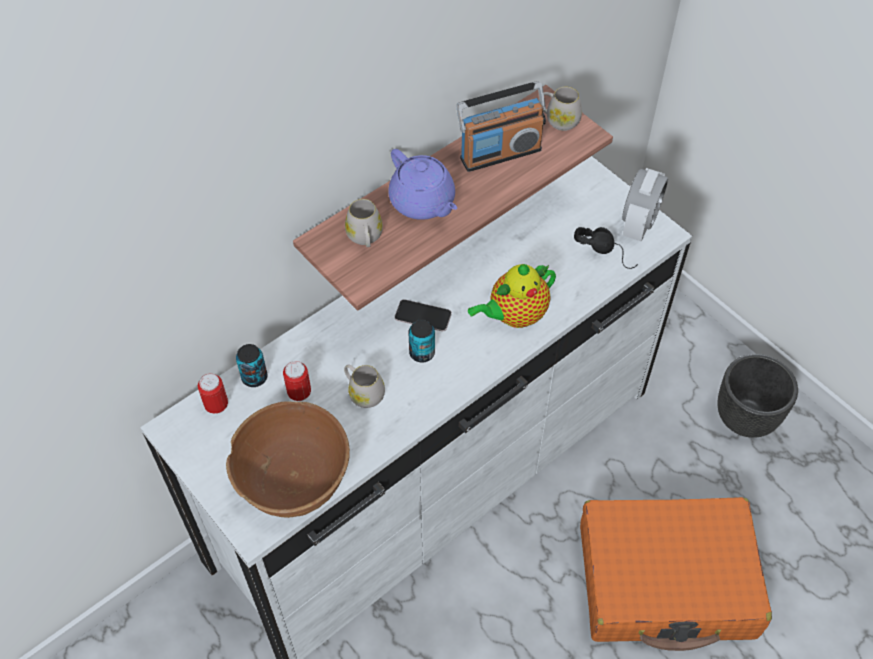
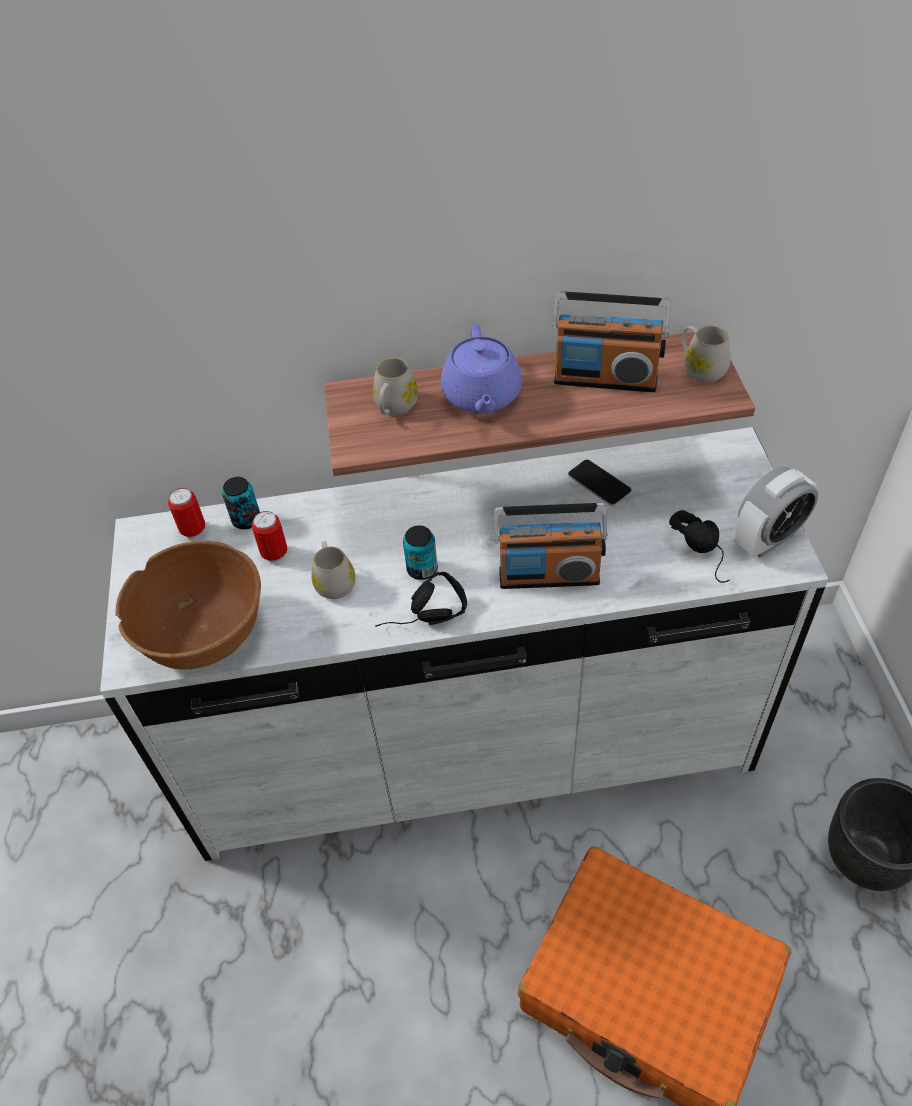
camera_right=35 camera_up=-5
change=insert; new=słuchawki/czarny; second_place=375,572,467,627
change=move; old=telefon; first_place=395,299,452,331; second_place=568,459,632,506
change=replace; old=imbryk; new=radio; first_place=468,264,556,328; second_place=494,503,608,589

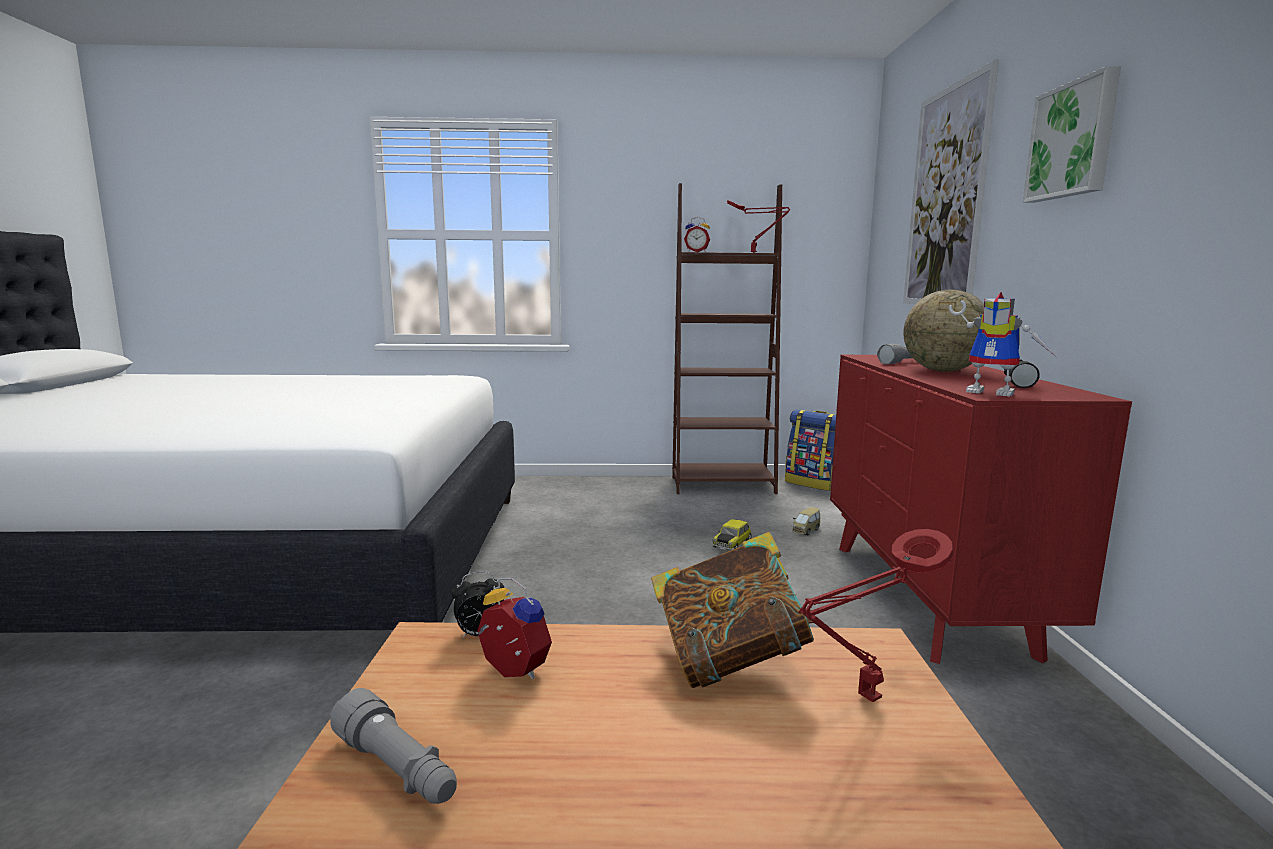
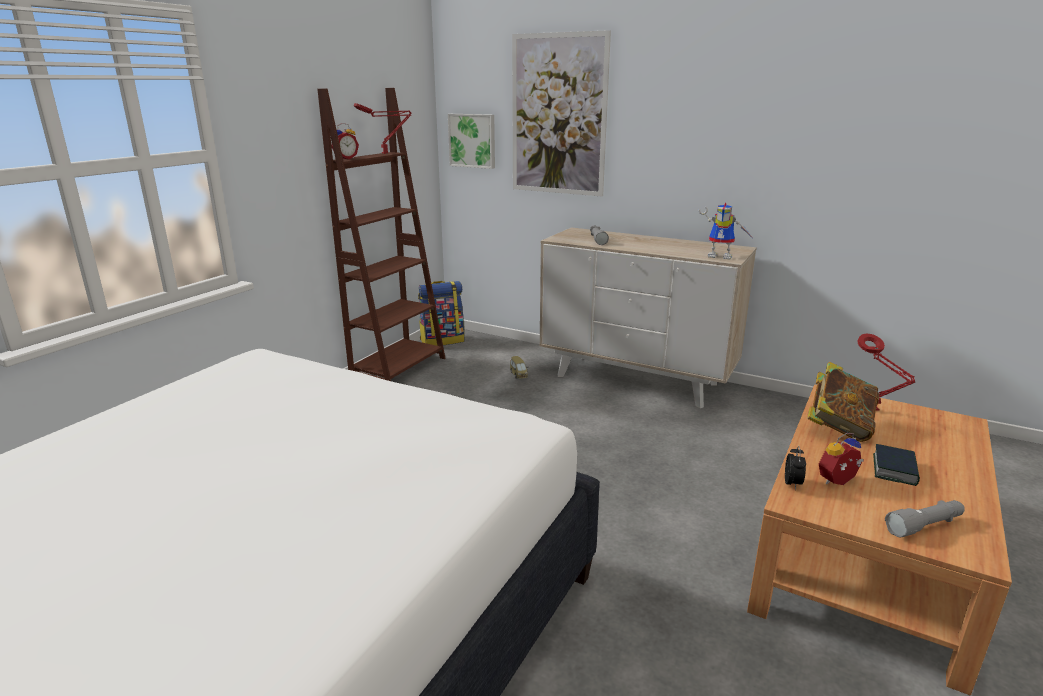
camera_right=-60 camera_up=10
change=delete; old=samochodzik; first_place=713,519,752,550
change=delete; old=globus; first_place=903,290,984,372
change=delete; old=latarka/czarny; first_place=1004,360,1040,388
change=insert; new=książka; second_place=873,444,920,486
change=move; old=obraz; first_place=1022,66,1121,203; second_place=448,114,495,169
change=recolor; old=komoda/czerwony; new=komoda/biały; first_place=830,355,1132,664; second_place=539,227,757,408
change=rotate; old=robot zabawkowy; first_place=949,292,1057,397; second_place=698,203,752,259; degrees=45

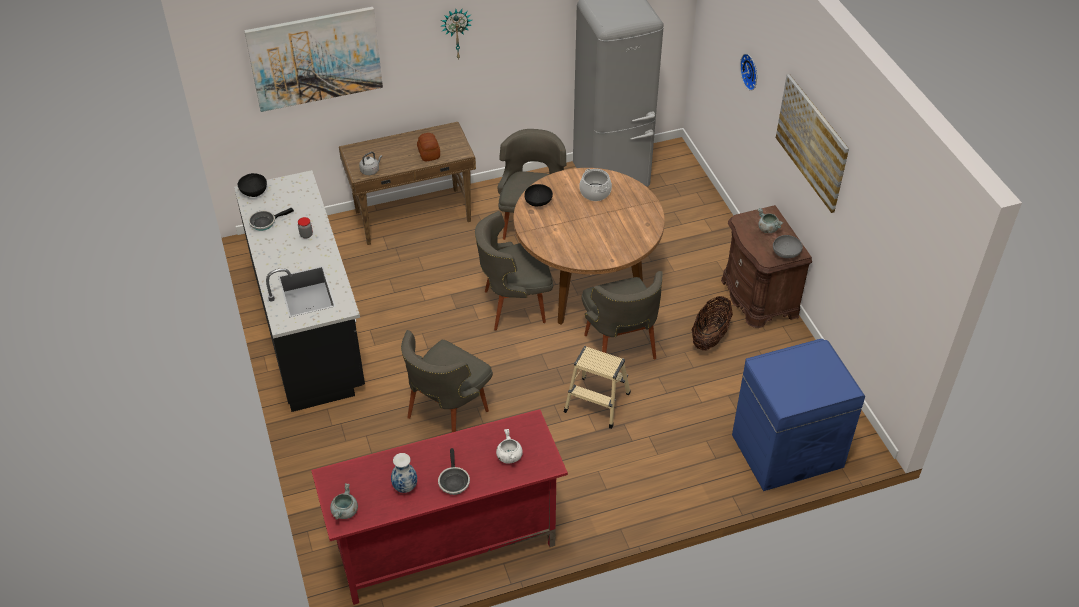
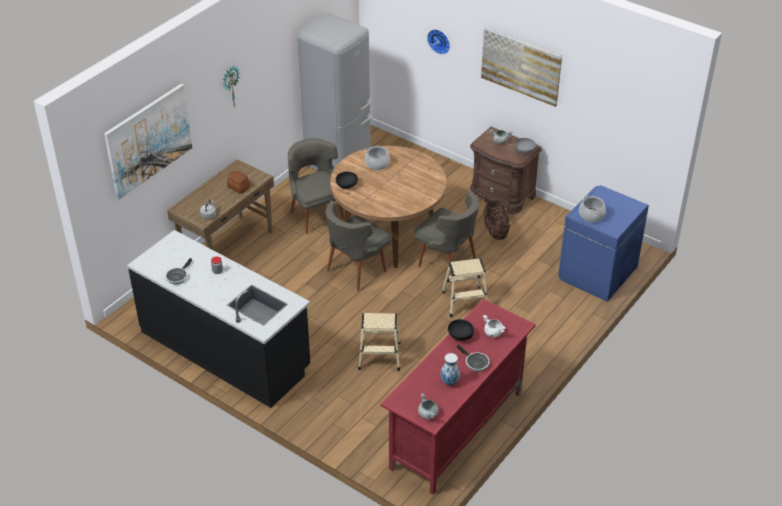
camera_right=-35 camera_up=-5
change=insert; new=garnek; second_place=579,196,606,222
change=move; old=miska/czarny; first_place=238,173,267,197; second_place=448,319,474,341
change=replace; old=krzesło/szary; new=drabinka/beżowy; first_place=401,330,493,432; second_place=358,313,401,371

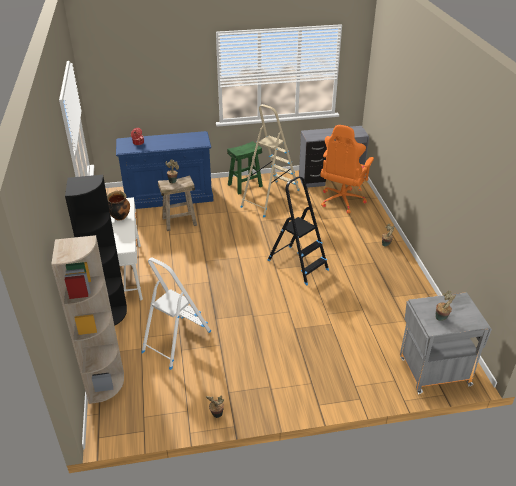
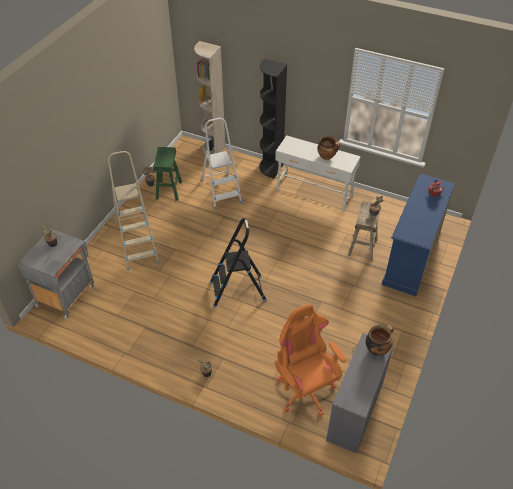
camera_right=125 camera_up=10
change=insert; new=garnek; second_place=366,325,394,356
change=move; old=stołek/zielony; first_place=227,141,263,195; second_place=153,147,182,200
change=move; old=drabinka/beżowy; first_place=240,104,299,217; second_place=108,151,159,270

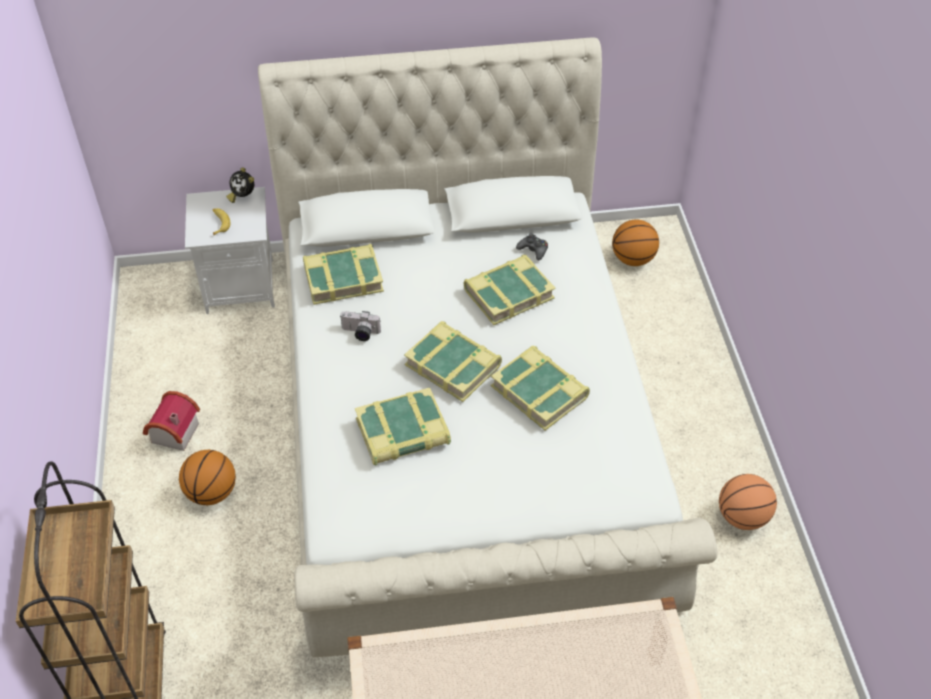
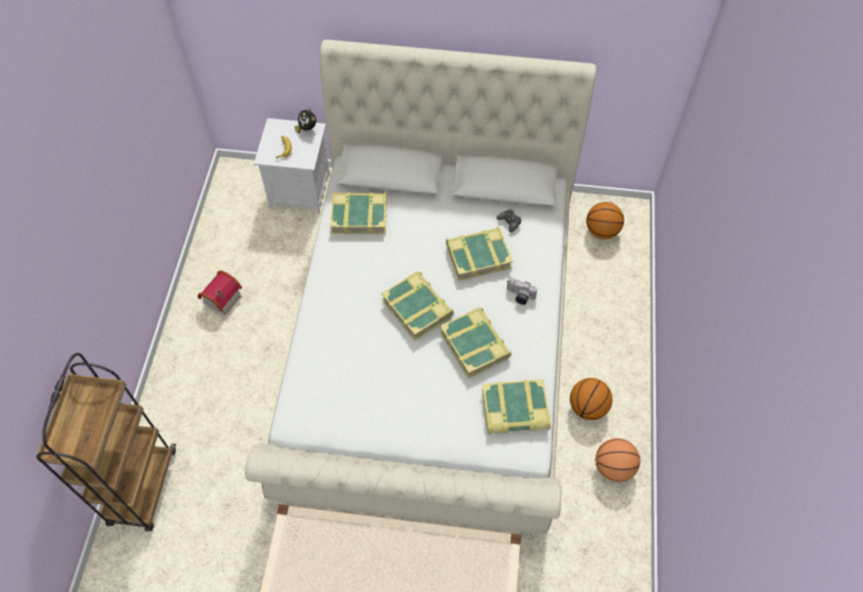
camera_right=15 camera_up=10
change=move; old=piłka do koszykówki; first_place=179,450,236,505; second_place=570,378,613,420
change=move; old=aparat fotograficzny; first_place=340,311,381,341; second_place=507,278,537,305
change=move; old=książka; first_place=355,388,451,465; second_place=482,379,551,435

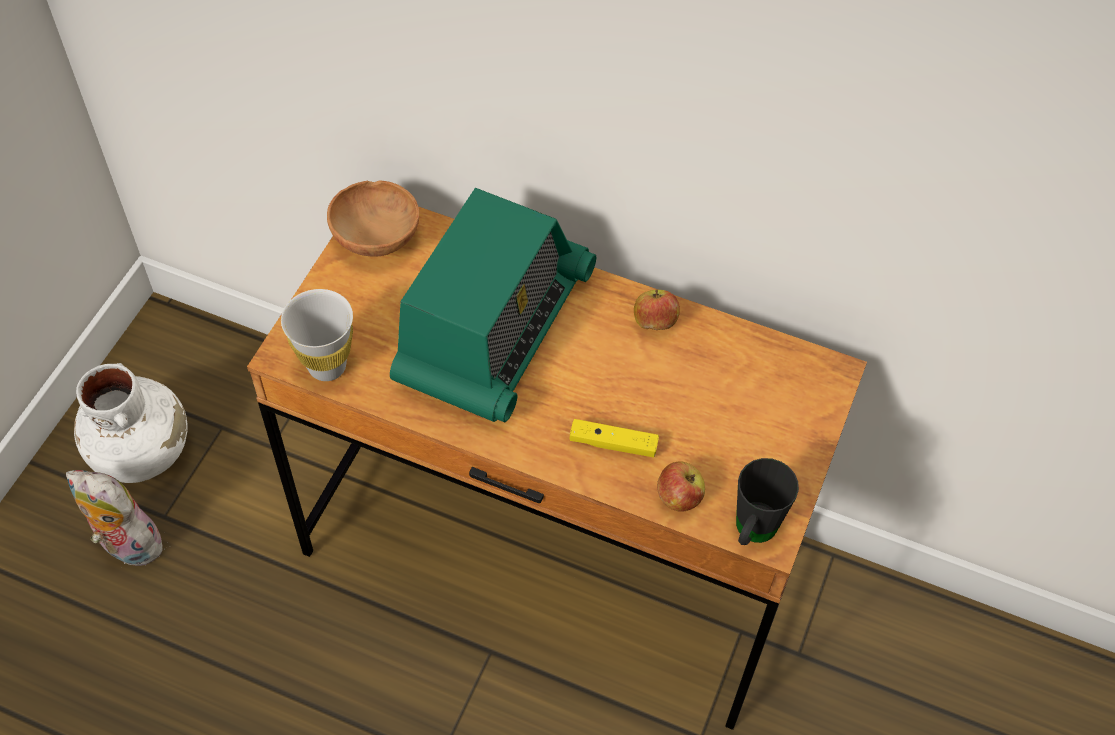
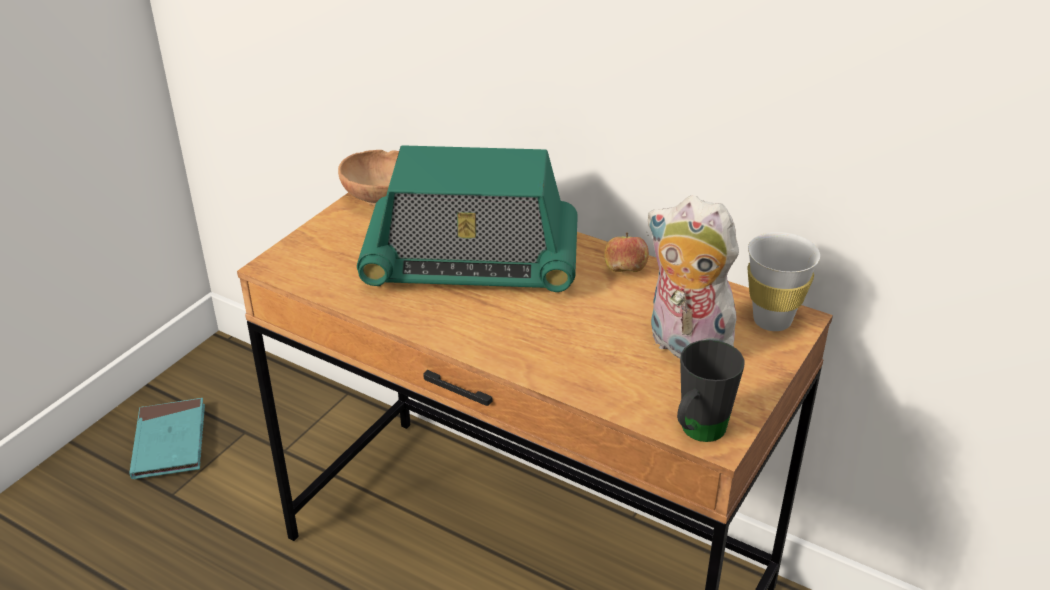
camera_right=10 camera_up=-20
change=delete; old=pad do gier/żółty; first_place=570,419,659,458
change=delete; old=jabłko; first_place=657,462,705,512
change=move; old=pluszak; first_place=66,470,171,568; second_place=647,195,742,360
change=move; old=filiżanka/biały; first_place=281,289,353,381; second_place=747,232,820,331
change=replace; old=wazon/biały; new=książka/turkusowy; first_place=74,363,188,483; second_place=130,398,205,479
change=rotate; old=radio; first_place=390,188,596,422; second_place=357,145,578,292; degrees=60

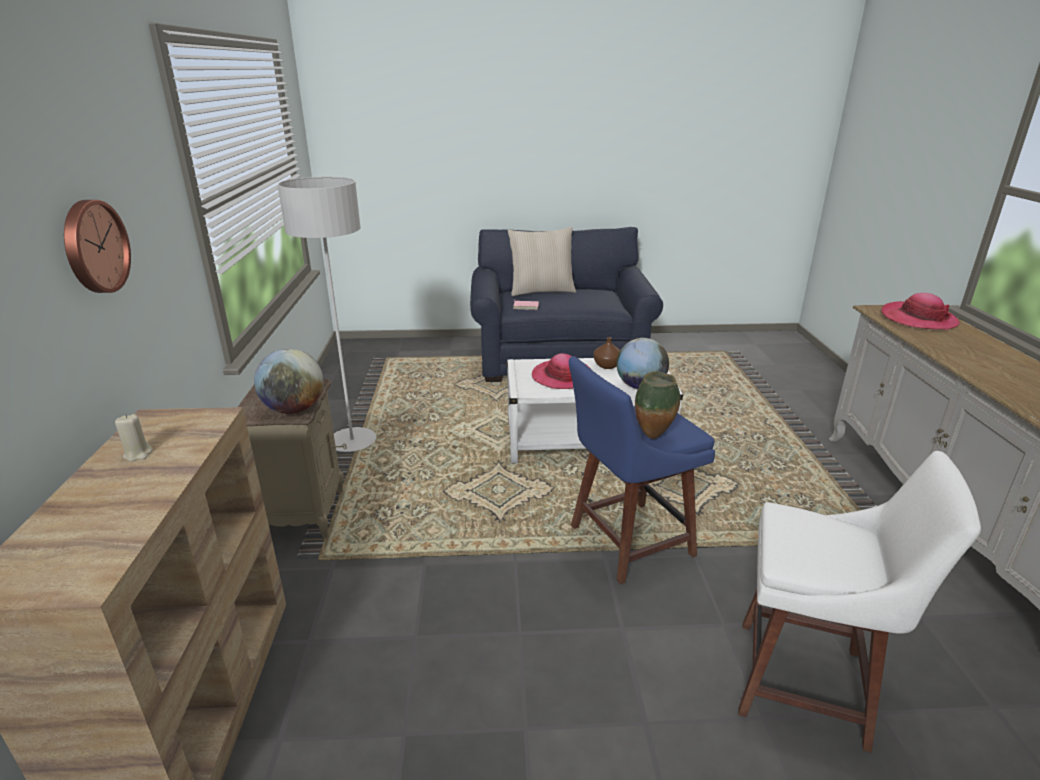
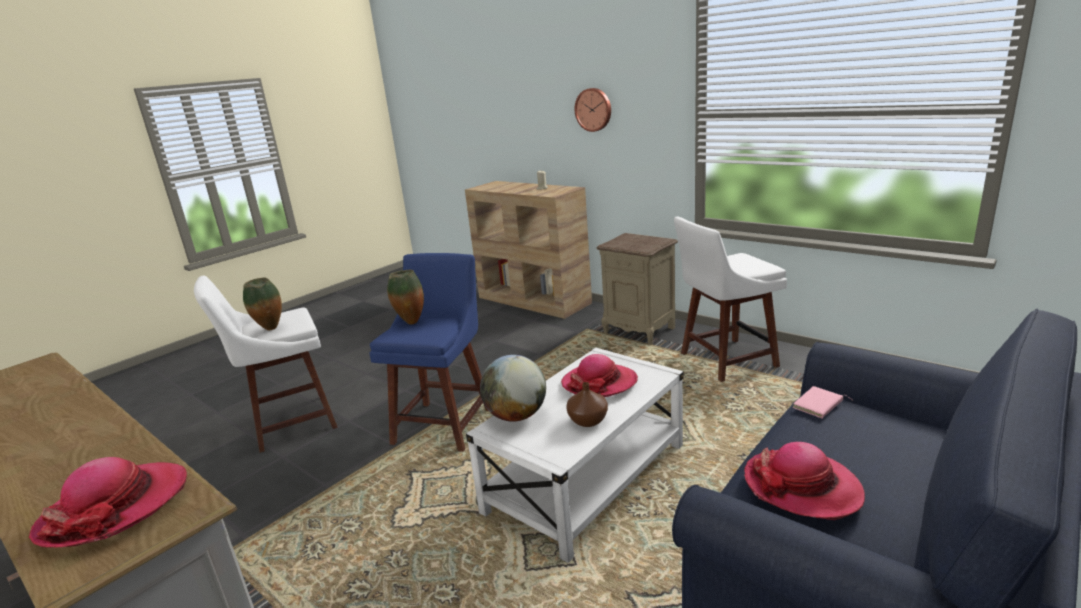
camera_right=135 camera_up=-5
change=delete; old=globus; first_place=254,349,324,414
change=delete; old=poduszka/beżowy; first_place=508,227,576,296
change=insert; new=wazon; second_place=243,278,282,330
change=insert; new=kapelusz; second_place=744,442,865,520
change=replace; old=lampa stojąca/szary; new=stołek/biały; first_place=277,177,376,452; second_place=674,217,787,382

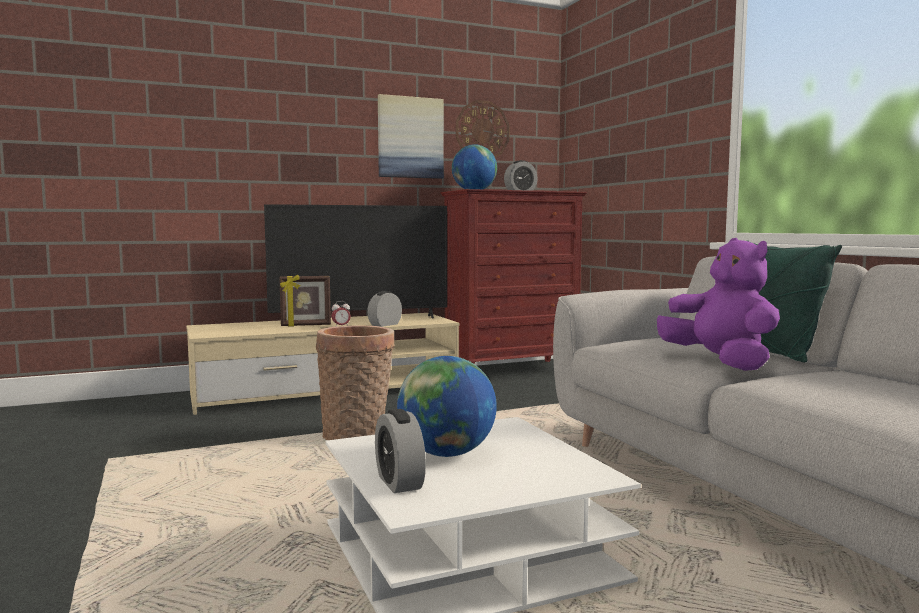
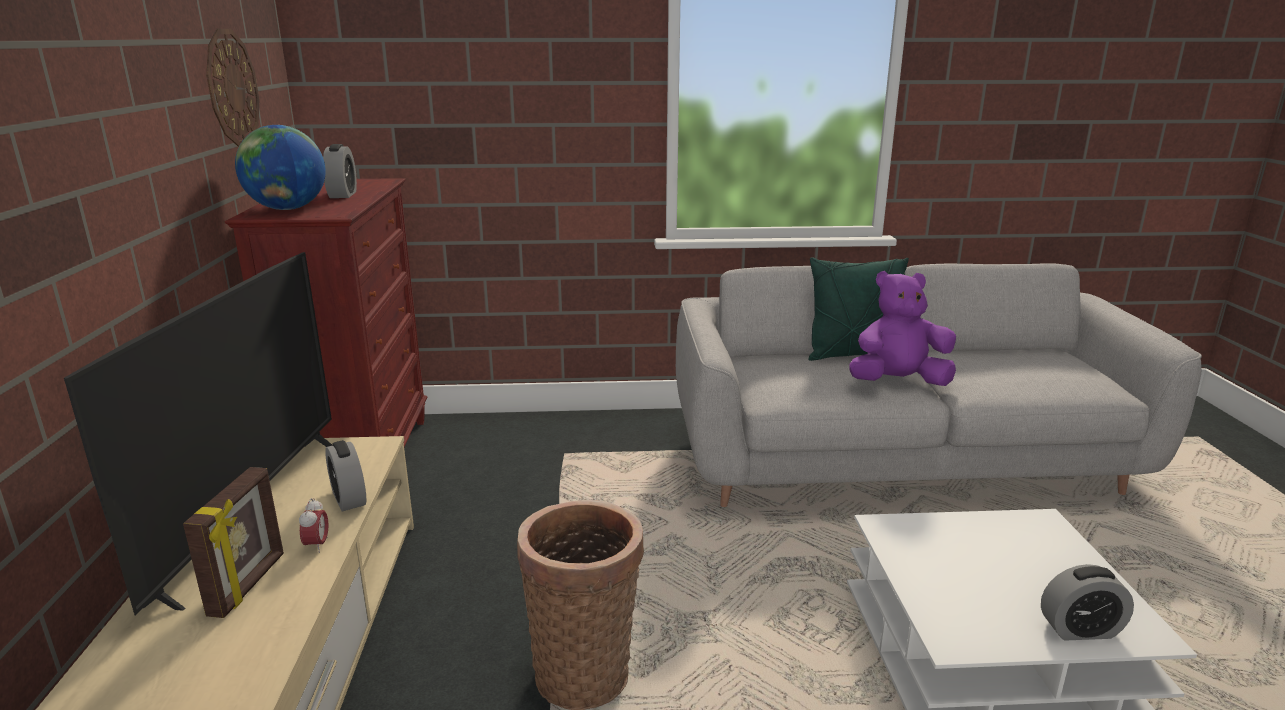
camera_right=-70 camera_up=15
change=delete; old=obraz; first_place=378,94,444,179
change=delete; old=globus; first_place=397,356,497,457

